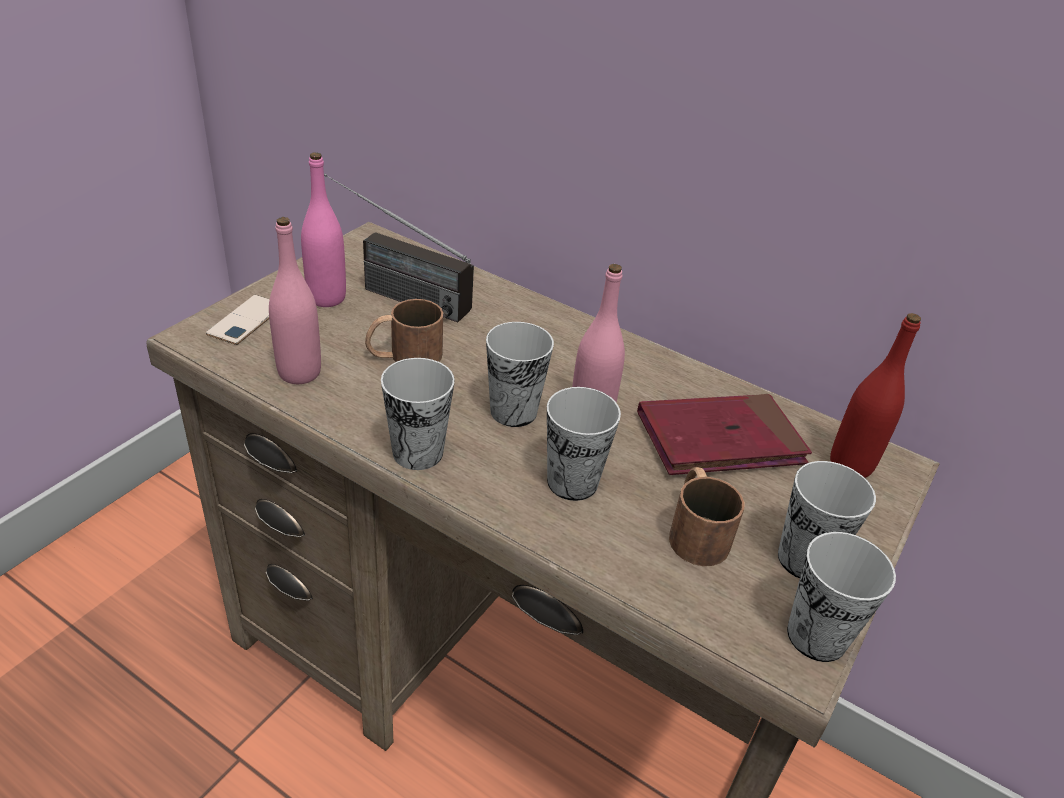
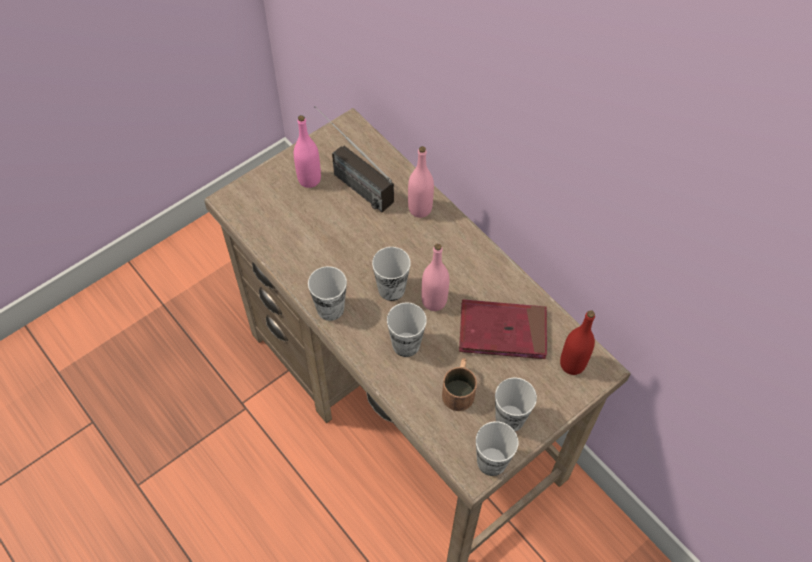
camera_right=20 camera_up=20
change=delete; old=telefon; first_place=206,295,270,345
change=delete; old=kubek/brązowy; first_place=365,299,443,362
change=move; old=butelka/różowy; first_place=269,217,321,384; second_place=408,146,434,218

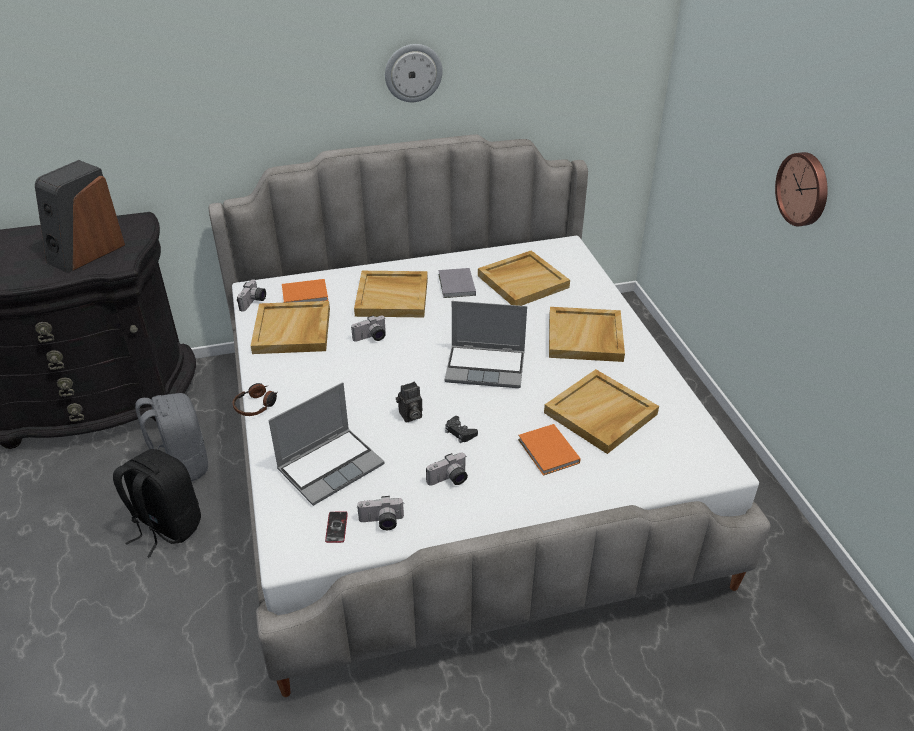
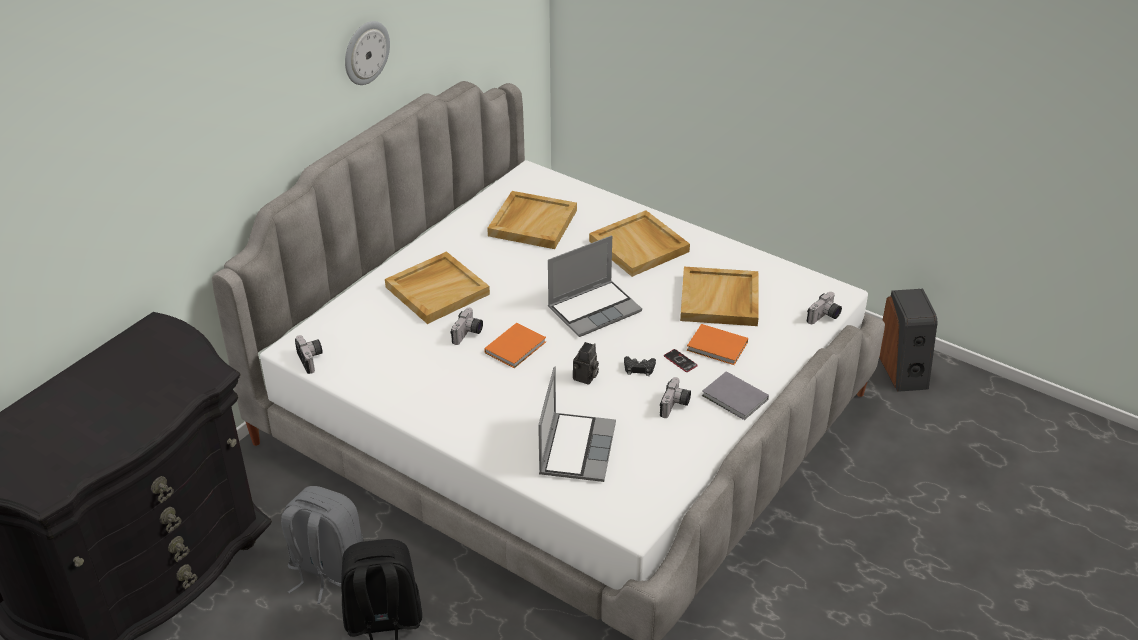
camera_right=-40 camera_up=0
change=delete; old=słuchawki; first_place=233,383,278,416
change=delete; old=taca/beżowy; first_place=251,301,330,354
change=delete; old=zegar ścienny; first_place=775,152,828,226
change=move; old=głośnik; first_place=35,160,125,273; second_place=879,289,937,392
change=move; old=książka/pomarańczowy; first_place=282,279,328,303; second_place=484,323,546,368
change=move; old=telefon; first_place=325,512,348,543; second_place=664,349,698,372
change=move; old=aparat fotograficzny; first_place=357,496,404,530; second_place=807,292,842,324
change=move; old=książka/szary; first_place=438,268,476,298; second_place=702,371,769,420

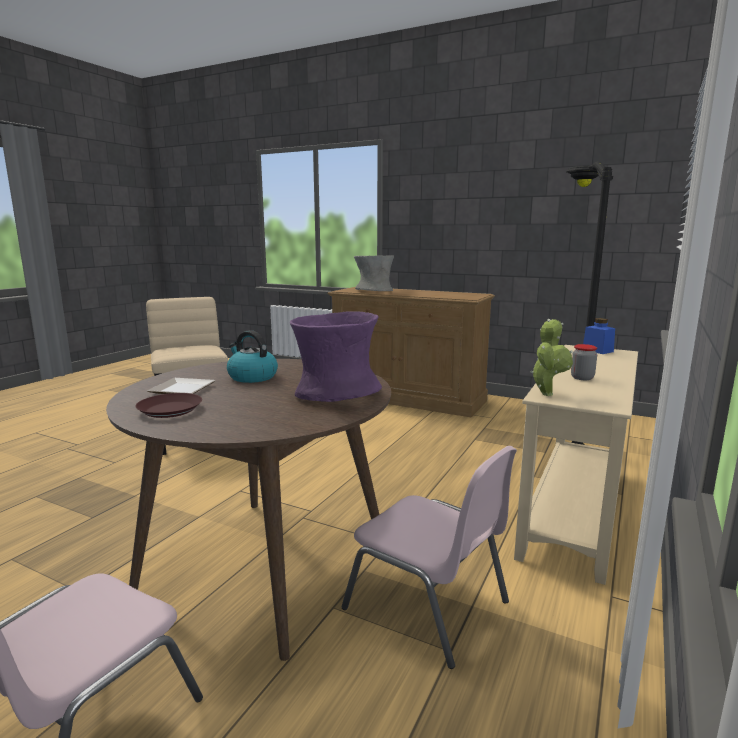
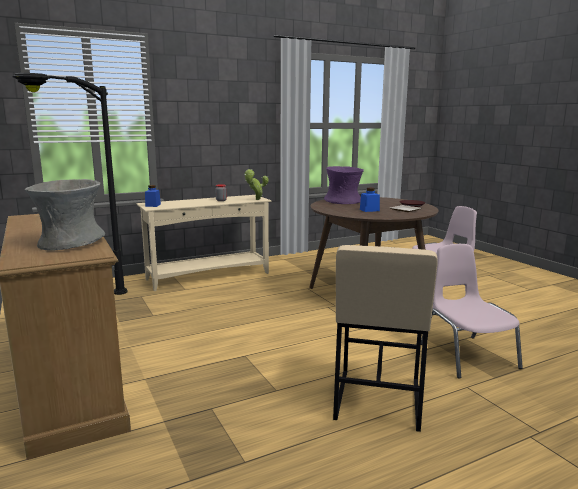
camera_right=-145 camera_up=0
change=move; old=krzesło/różowy; first_place=341,446,517,669; second_place=421,244,523,378
change=replace; old=czajnik; new=słoik/niebieski; first_place=227,330,278,383; second_place=360,188,380,212

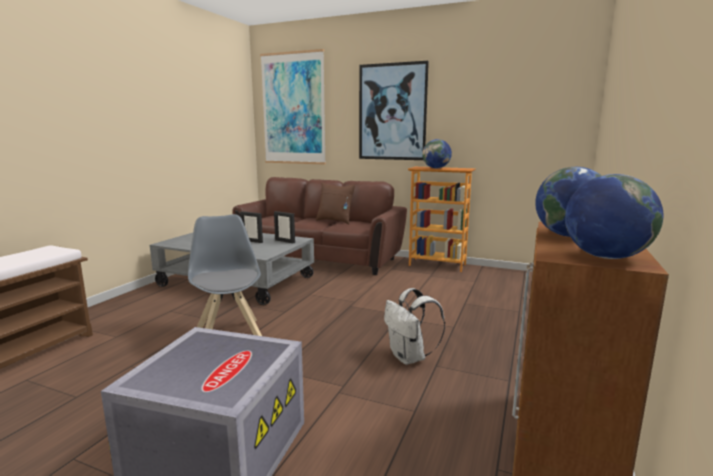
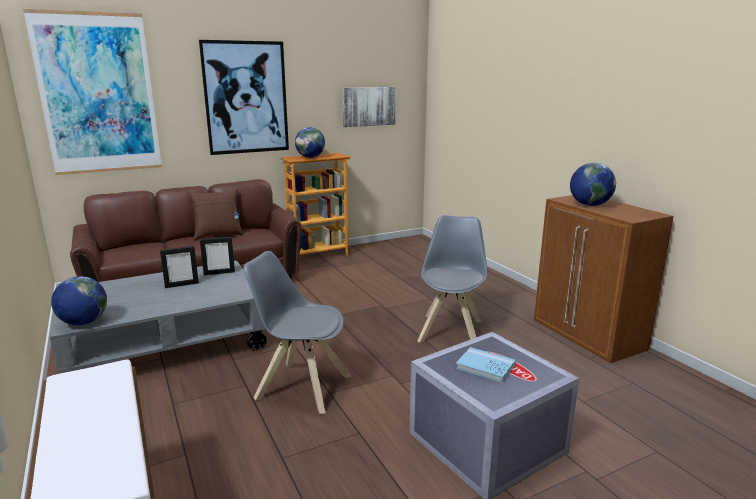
camera_right=-50 camera_up=5
change=insert; new=obraz; second_place=342,87,396,127
change=insert; new=książka/niebieski; second_place=456,347,515,383
change=move; old=globus; first_place=565,174,663,259; second_place=51,276,107,325
change=replace; old=plecak/biały; new=krzesło/szary; first_place=384,288,445,365; second_place=417,215,487,343

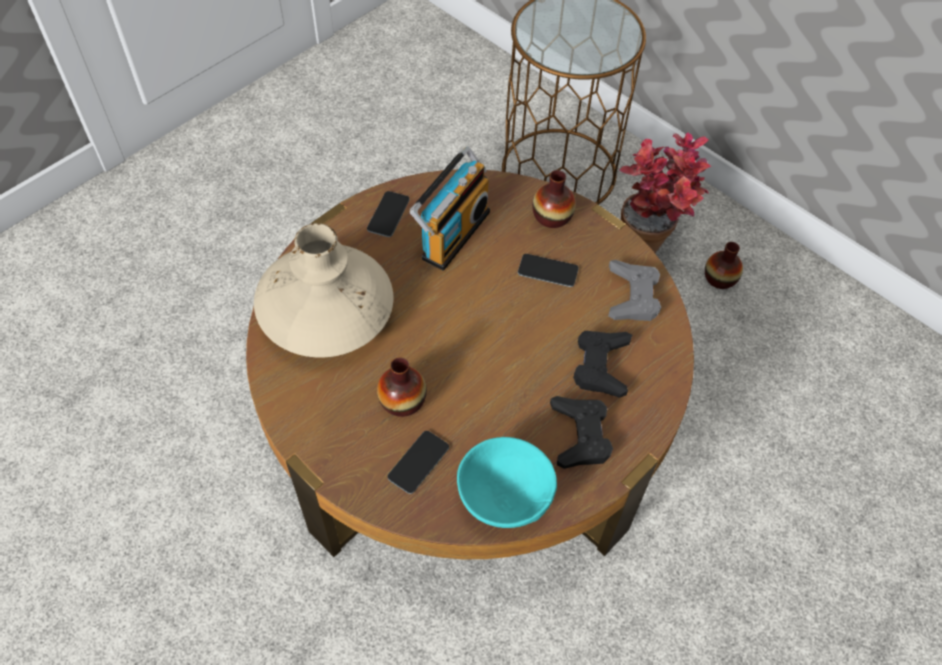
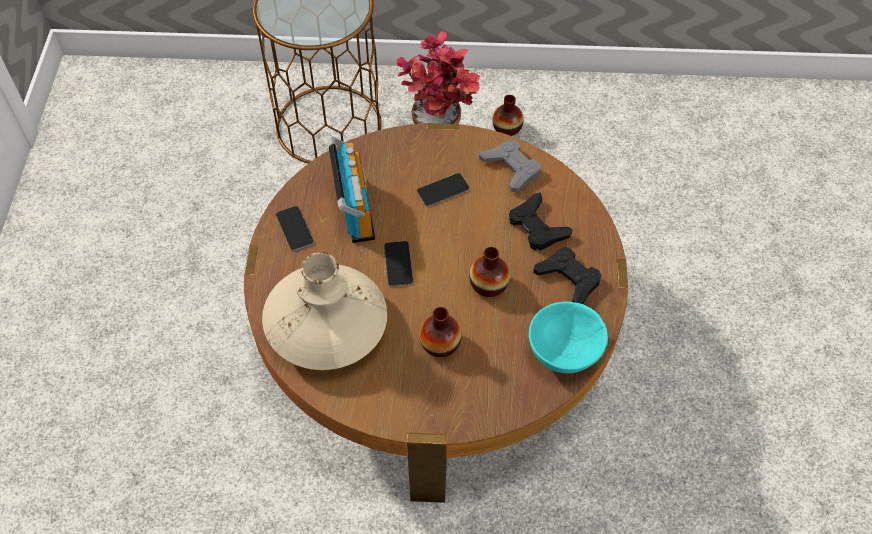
camera_right=-40 camera_up=0
change=move; old=telefon; first_place=388,431,449,494; second_place=384,241,413,286
change=move; old=wazon; first_place=532,170,576,228; second_place=469,247,510,297

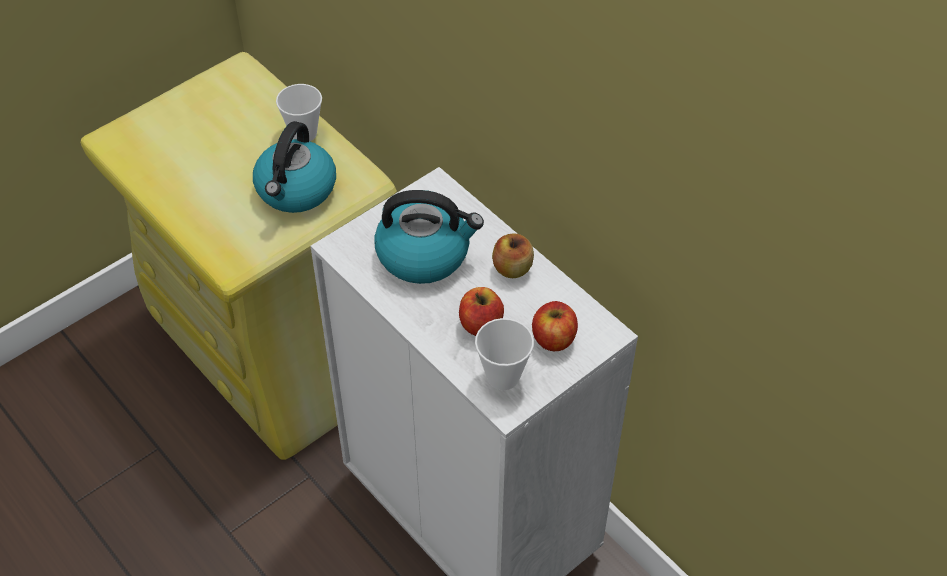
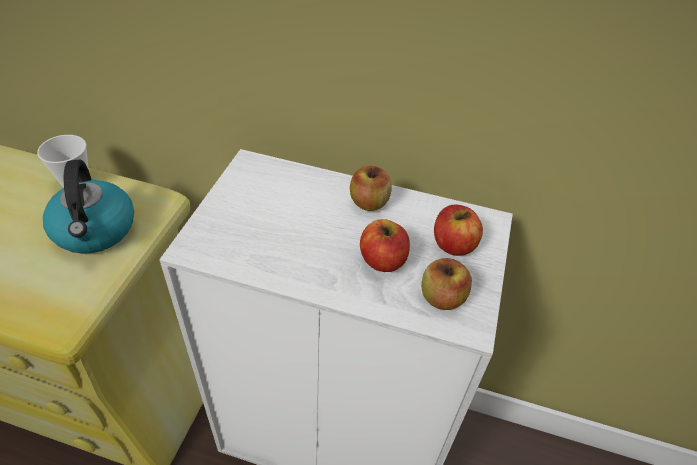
camera_right=-35 camera_up=-5
change=delete; old=czajnik; first_place=374,190,484,284
change=replace; old=filiżanka; new=jabłko; first_place=475,318,534,390; second_place=421,258,472,310

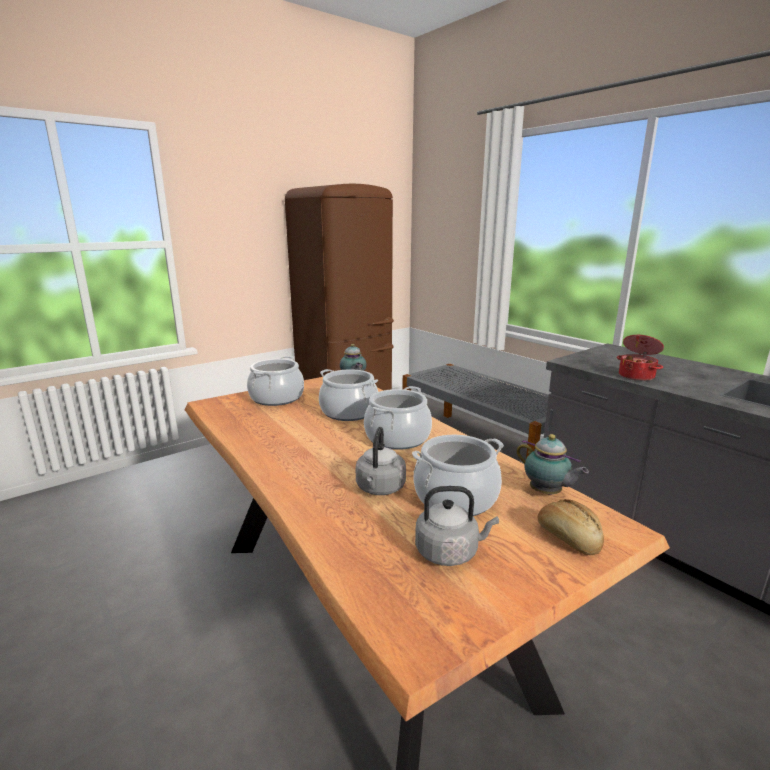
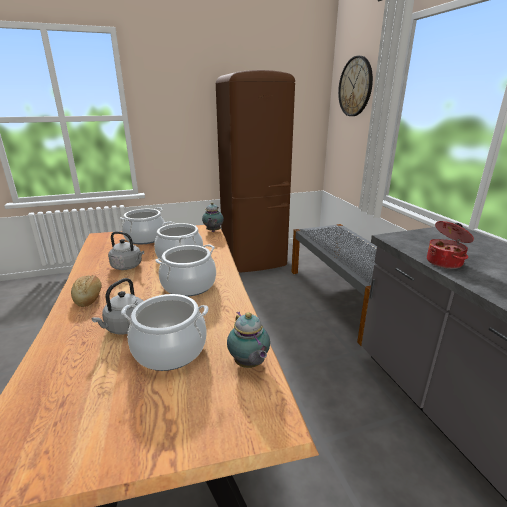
camera_right=20 camera_up=5
change=insert; new=zegar ścienny; second_place=338,56,373,116
change=move; old=czajnik/szary; first_place=415,486,499,566; second_place=108,231,144,270
change=move; old=chleb; first_place=538,499,604,555; second_place=71,275,102,307

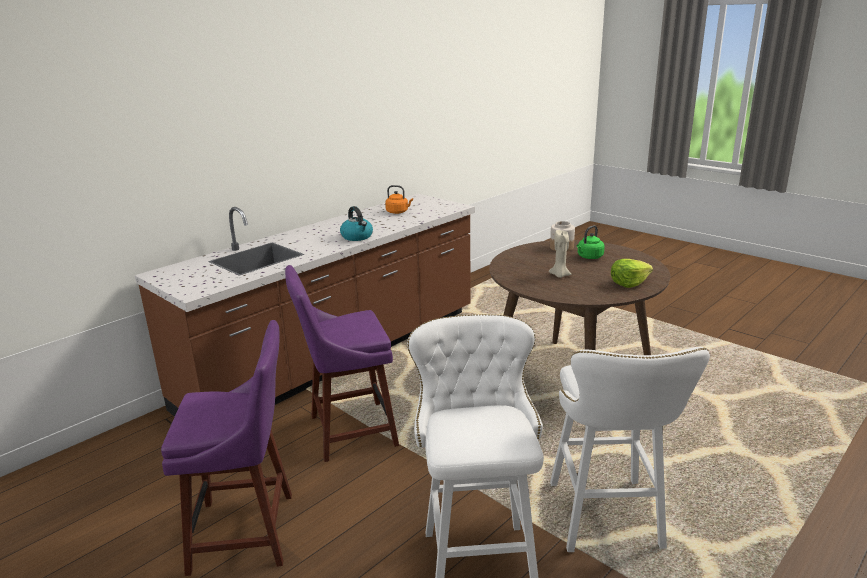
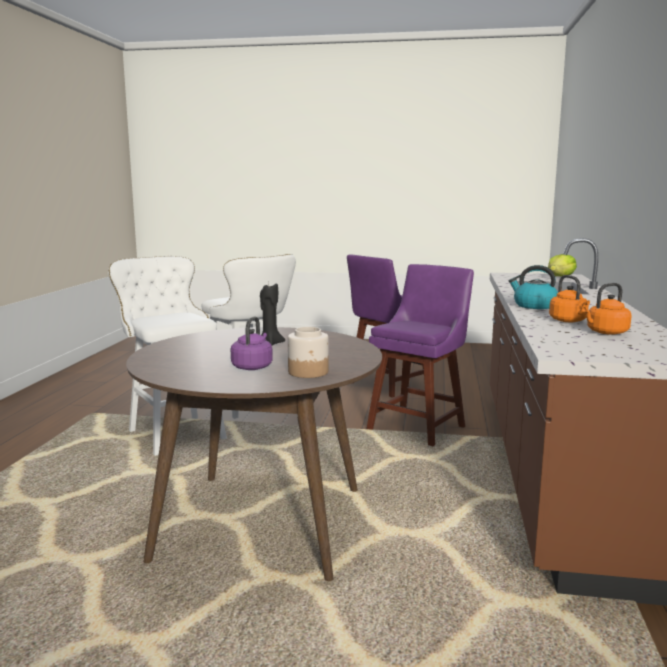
camera_right=145 camera_up=-10
change=insert; new=czajnik/pomarańczowy; second_place=549,275,590,322
change=move; old=sałata; first_place=611,259,653,288; second_place=548,254,577,276
change=recolor; old=świeca/beżowy; new=świeca/czarny; first_place=549,230,572,278; second_place=260,283,285,346
change=recolor; old=czajnik/zielony; new=czajnik/fioletowy; first_place=576,225,605,259; second_place=231,317,273,370

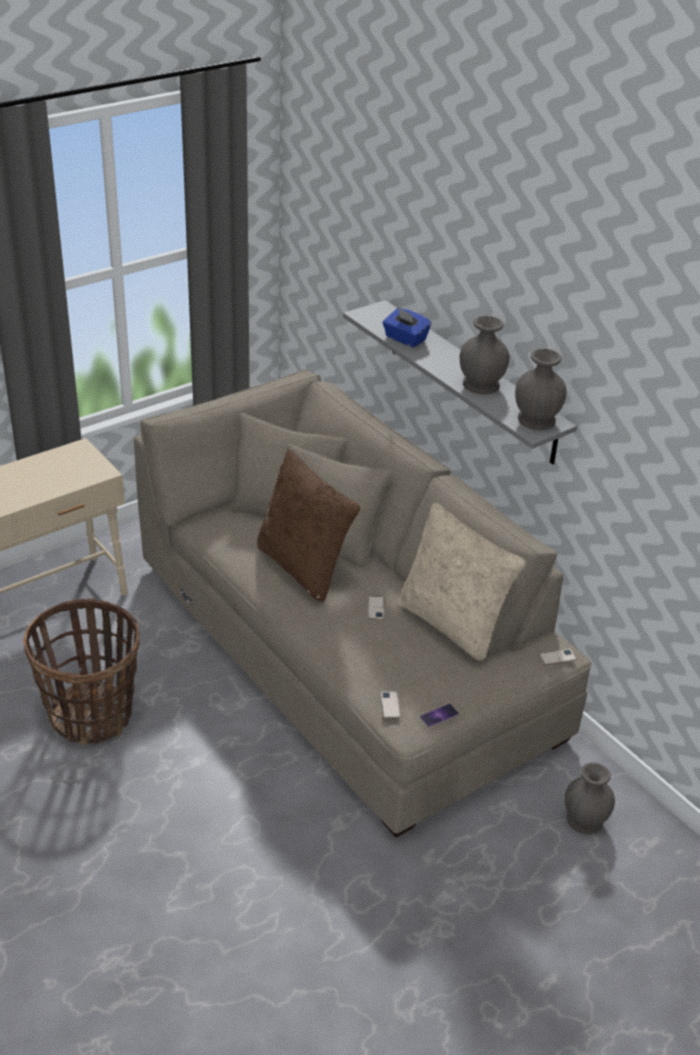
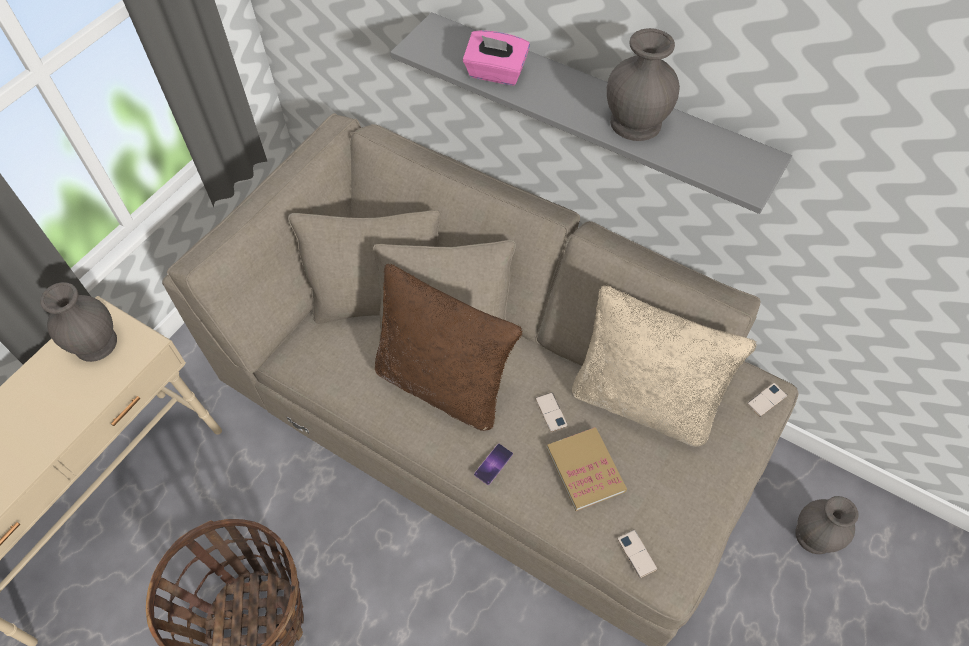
camera_right=-20 camera_up=20
change=insert; new=książka; second_place=547,427,627,511
change=move; old=telefon; first_place=420,704,459,727; second_place=474,444,513,485
change=move; old=wazon/szary; first_place=515,348,567,430; second_place=40,282,117,362
change=recolor; old=pudełko chusteczek/niebieski; new=pudełko chusteczek/różowy; first_place=383,308,431,348; second_place=463,30,530,86

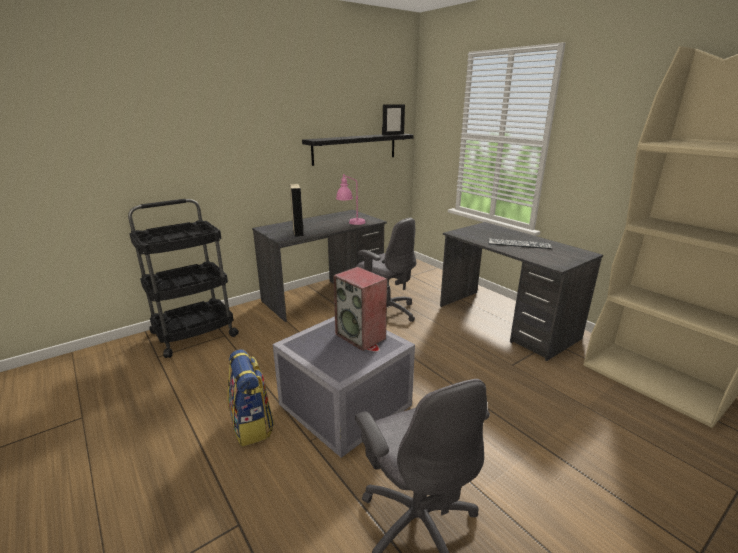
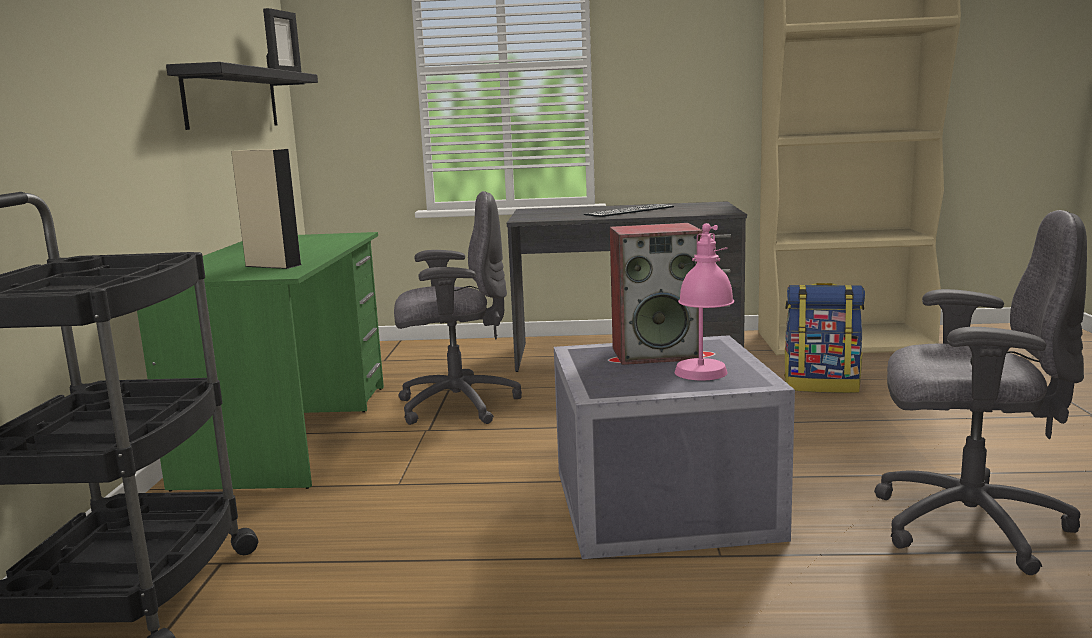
camera_right=-50 camera_up=-10
change=move; old=plecak; first_place=227,350,274,447; second_place=784,283,865,393
change=move; old=lampa stołowa/różowy; first_place=336,174,366,225; second_place=675,223,734,380
change=recolor; old=biurko/szary; new=biurko/zielony; first_place=252,210,387,322; second_place=137,232,384,492

